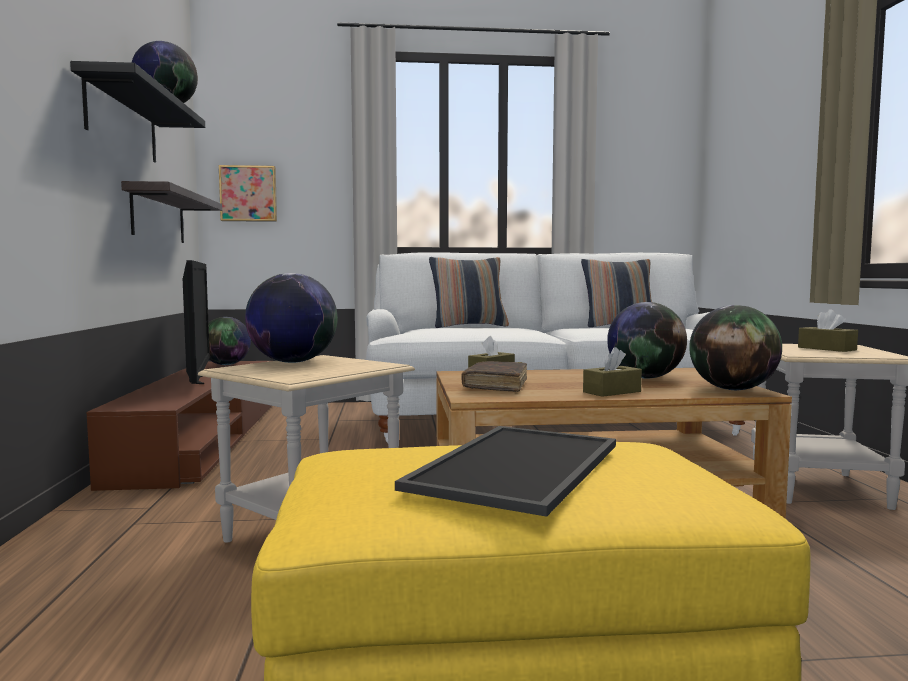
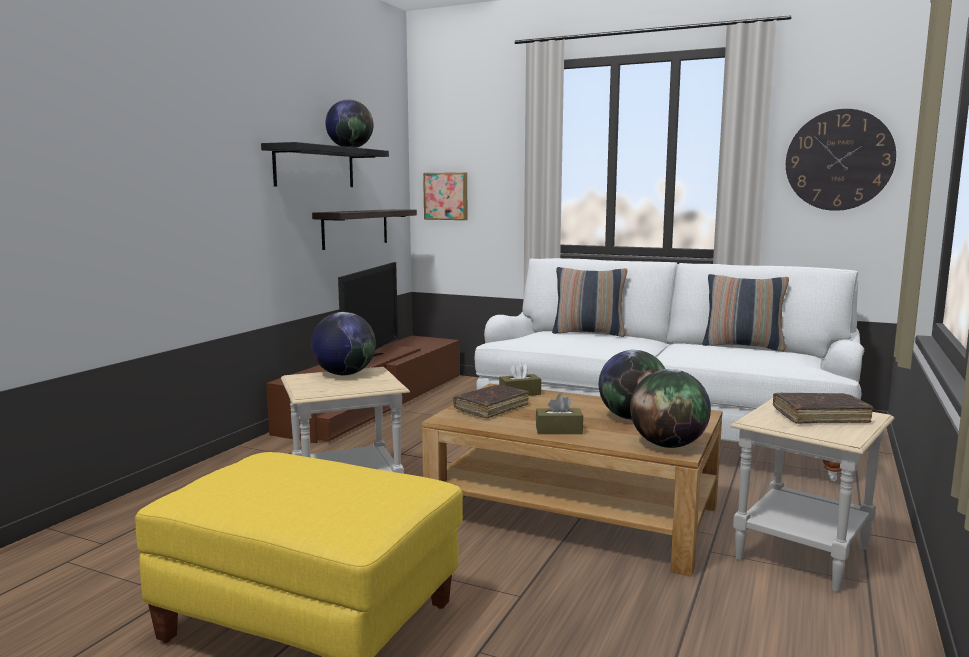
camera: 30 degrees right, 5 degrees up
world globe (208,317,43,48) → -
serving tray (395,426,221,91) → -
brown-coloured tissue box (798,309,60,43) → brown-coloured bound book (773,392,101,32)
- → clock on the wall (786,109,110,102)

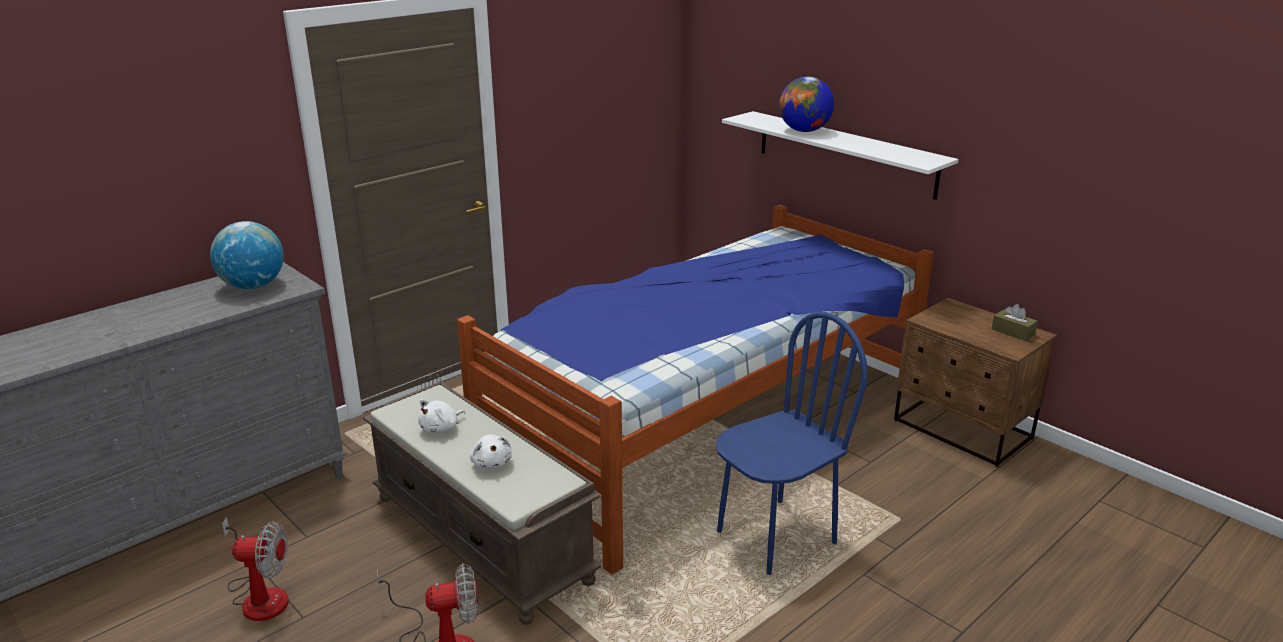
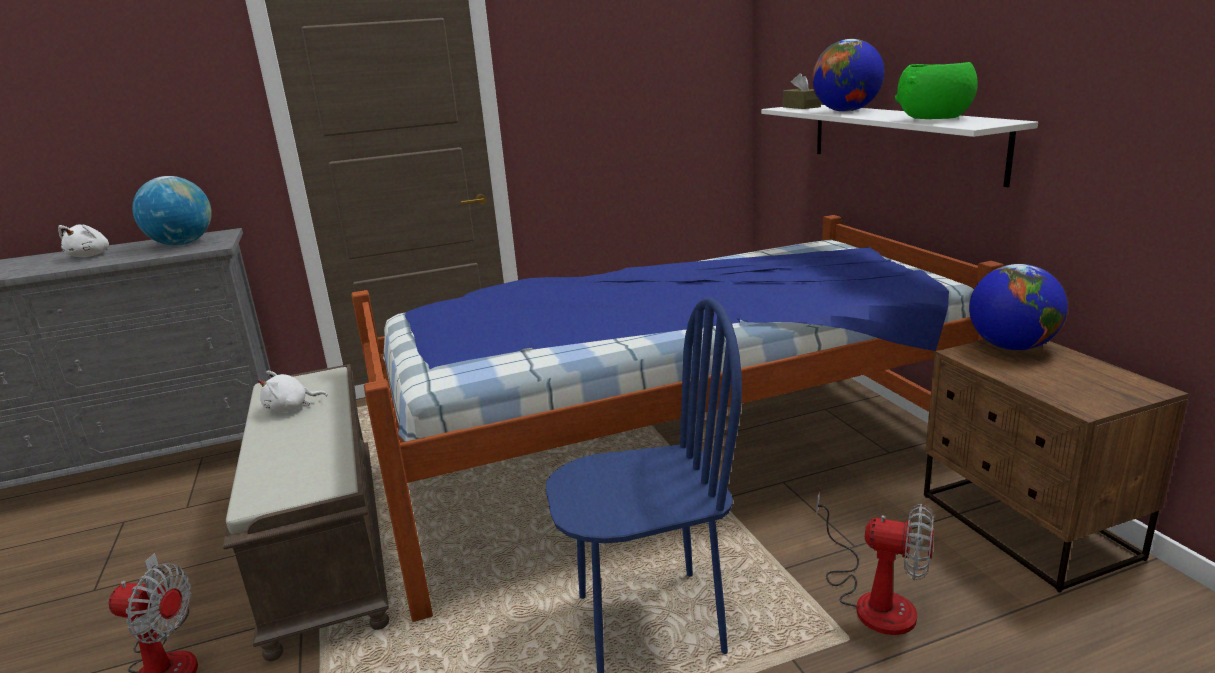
camera: 25 degrees right, 5 degrees down
fan (222,517,67,104) → fan (816,492,118,143), relocated
white plush toy (470,434,42,35) → white plush toy (58,224,51,33), relocated
brown-coloured tissue box (992,304,46,37) → brown-coloured tissue box (783,73,38,36), relocated
- → green serving bowl (895,62,83,57)
- → world globe (969,264,99,86)

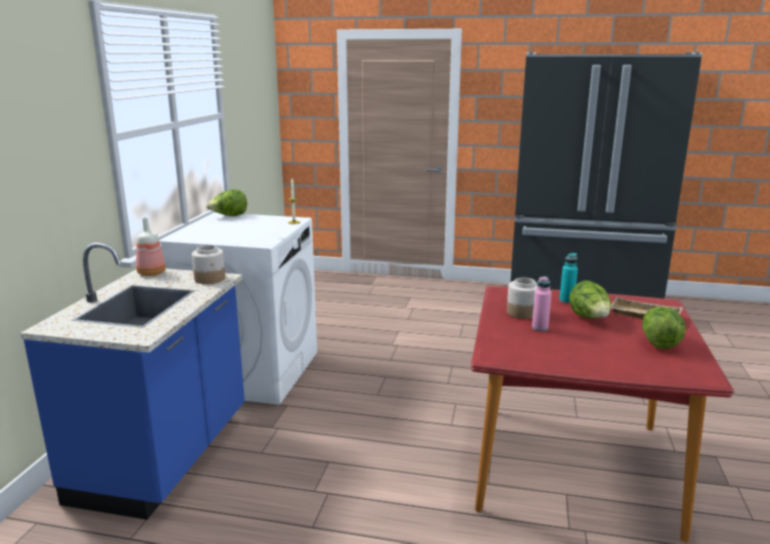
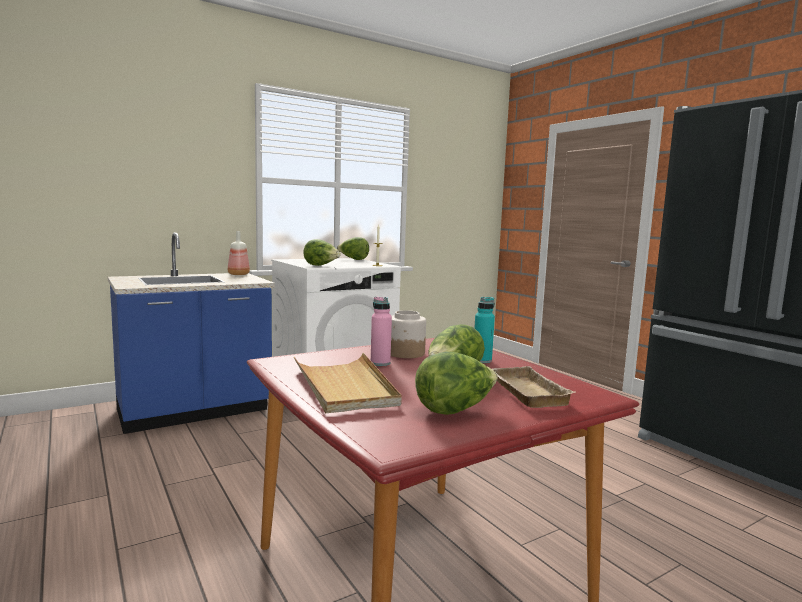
camera: 45 degrees right, 10 degrees down
preserve jar (192,245,33,39) → -
- → beige serving tray (294,353,108,60)
- → lettuce head (303,239,38,27)

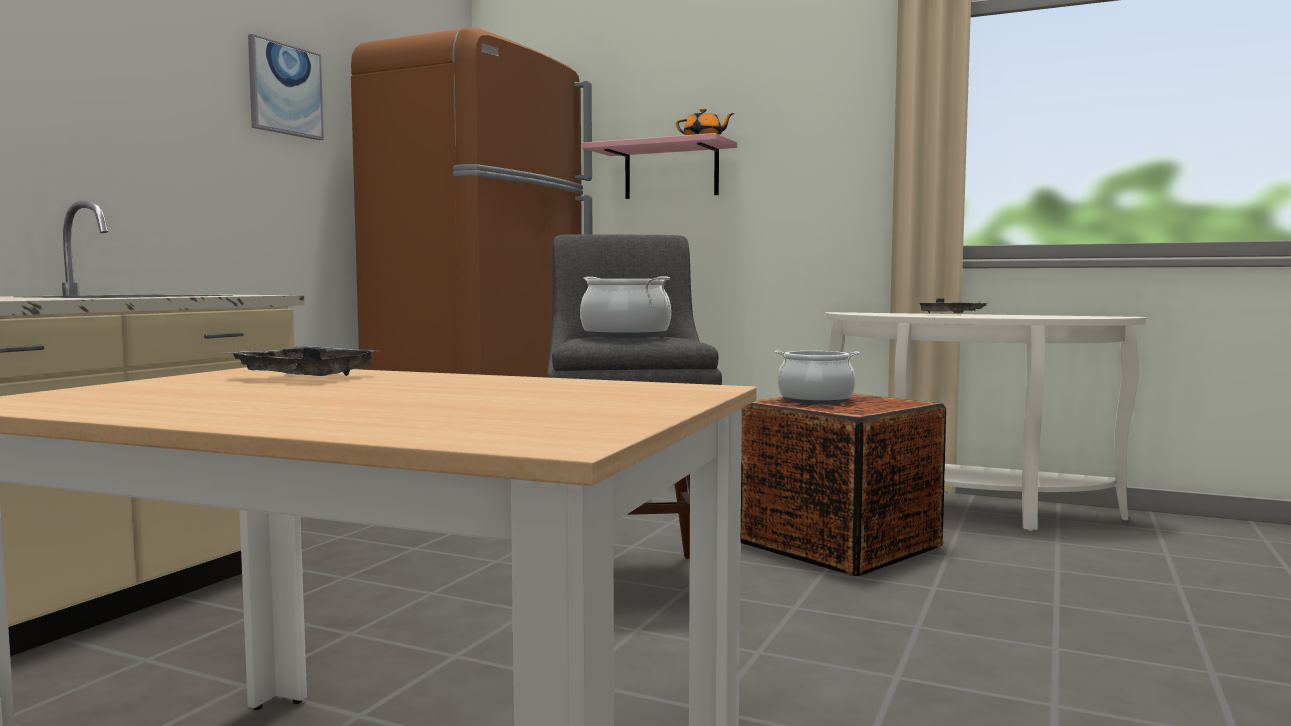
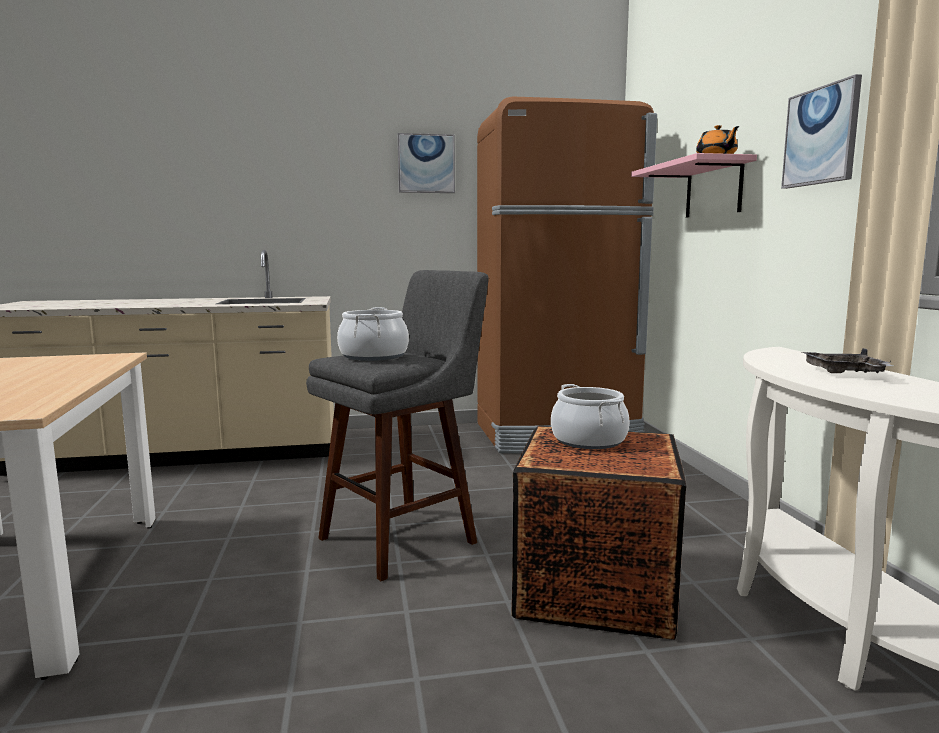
camera: 55 degrees right, 5 degrees up
greyish serving tray (227,346,151,30) → -
- → wall picture (781,74,81,115)

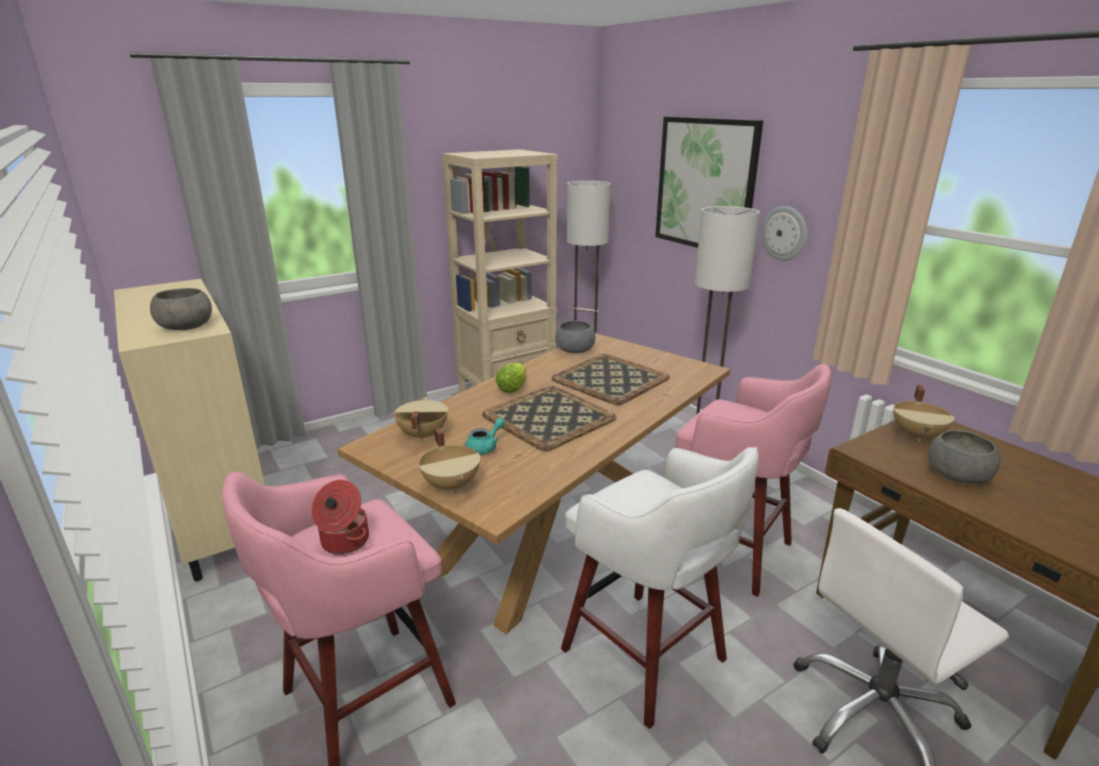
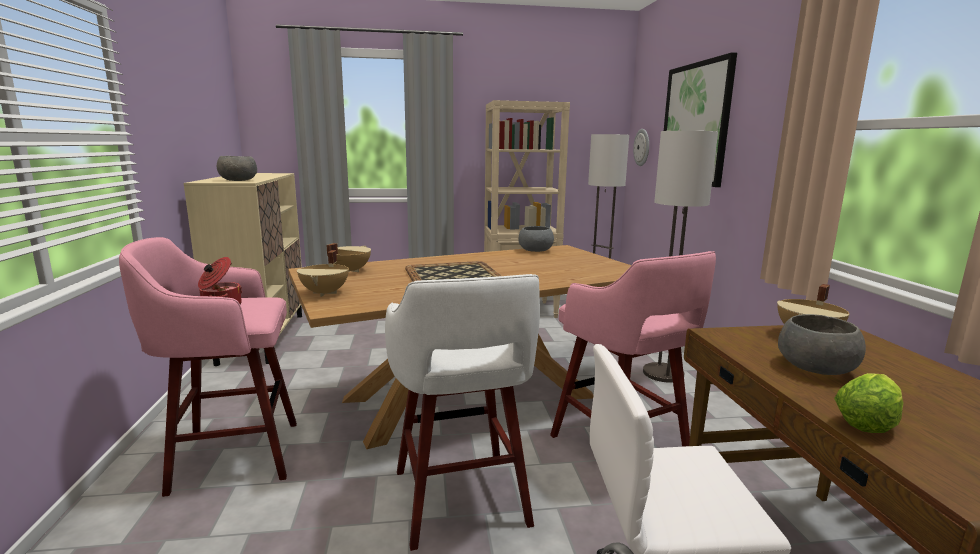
camera: 25 degrees right, 10 degrees down
blue-green teapot (465,418,40,37) → -
lettuce head (496,362,30,31) → lettuce head (834,373,70,60), relocated
serving tray (552,354,118,51) → -
clock on the wall (762,206,45,55) → clock on the wall (633,129,16,37), relocated

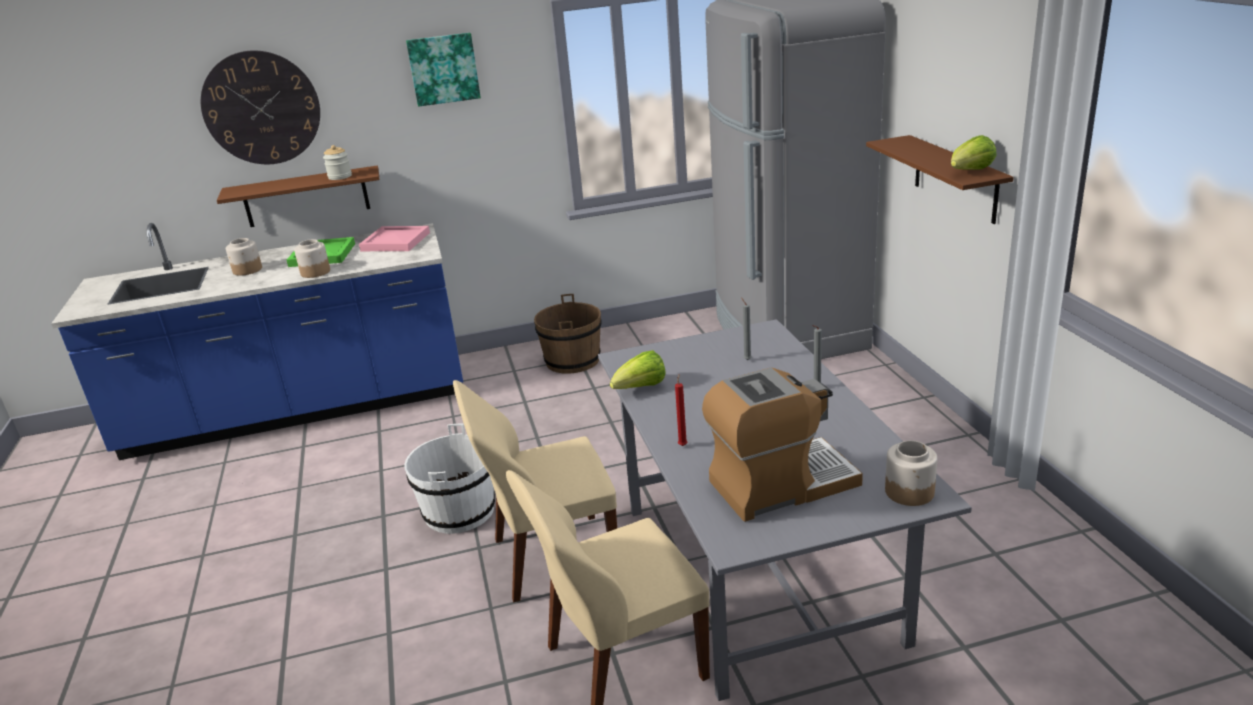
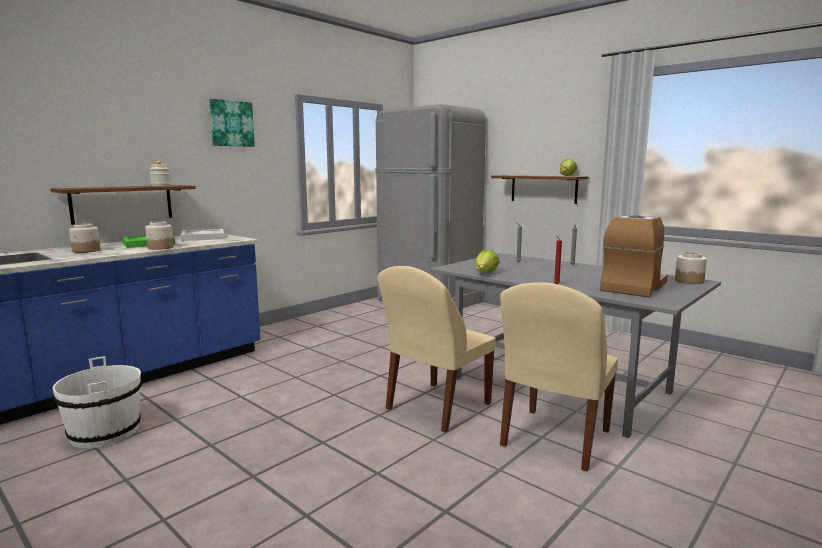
camera: 35 degrees left, 15 degrees down
clock on the wall (201,50,119,115) → -
pink serving tray (359,226,71,25) → white serving tray (180,229,44,12)
white water bucket (404,424,91,110) → white water bucket (53,356,89,92), relocated
brown-coloured water bucket (534,294,67,80) → -

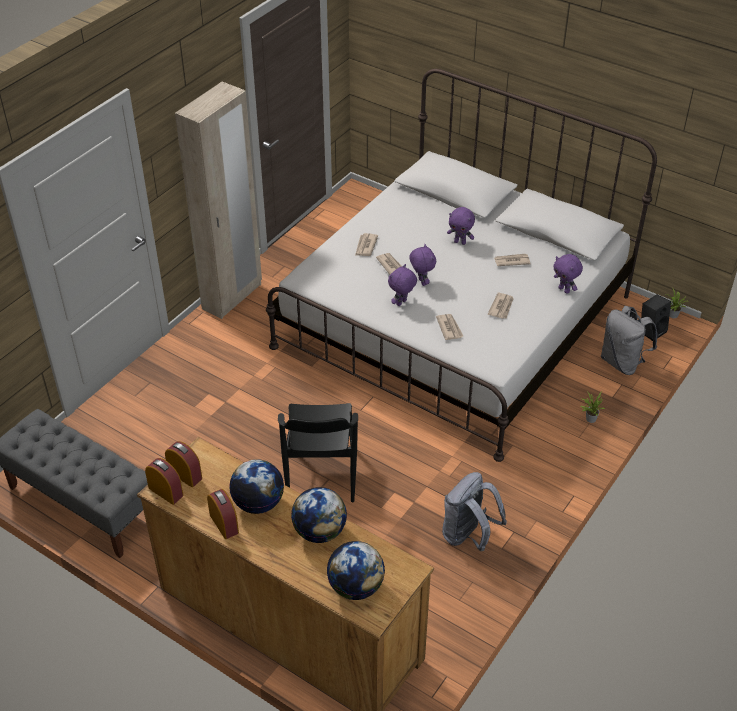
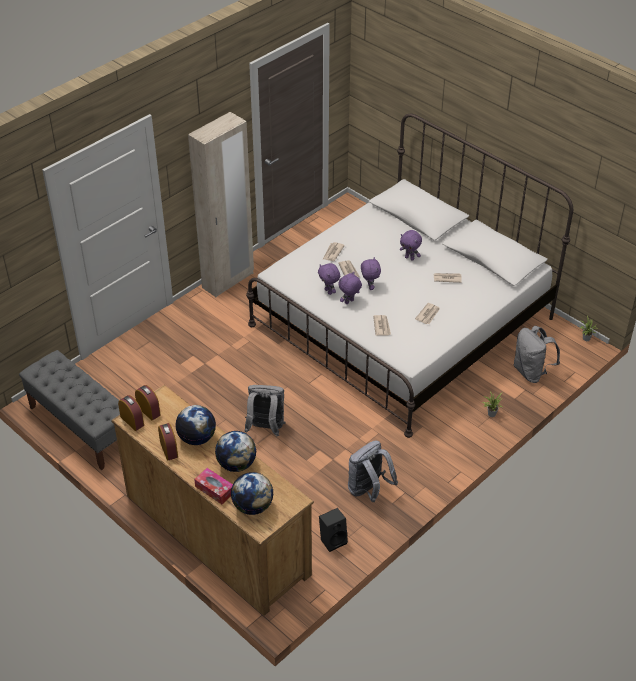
camera: 10 degrees right, 0 degrees up
black chair (278,403,80,99) → greyish knapsack (245,385,41,52)
purplish plush toy (553,254,30,40) → purplish plush toy (318,263,22,32), relocated
black loudspeaker (641,294,30,47) → black loudspeaker (319,508,29,44), relocated
- → tissue box (194,468,39,36)

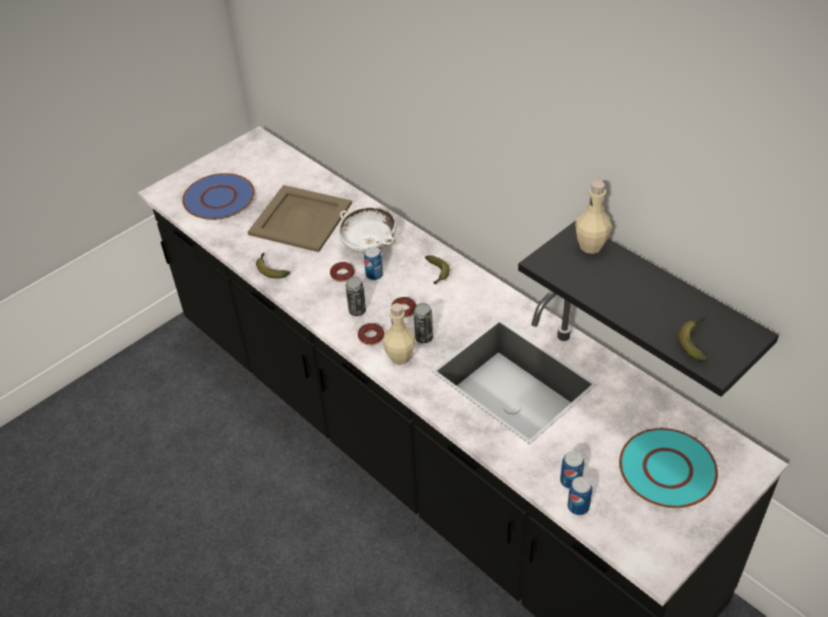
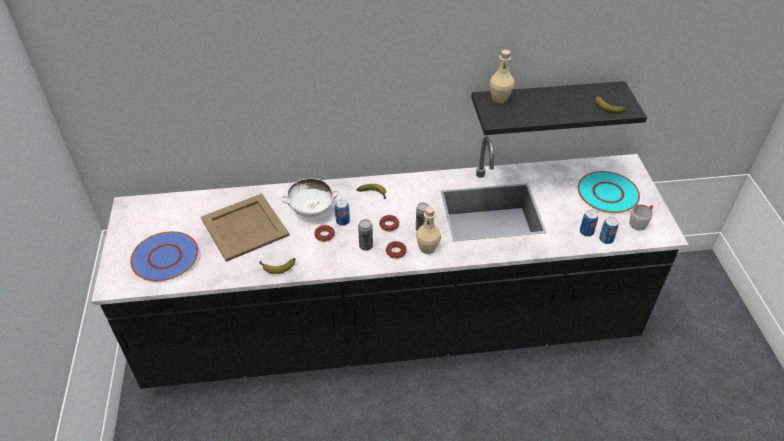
camera: 55 degrees left, 0 degrees up
- → greyish coffee mug (629,204,24,27)

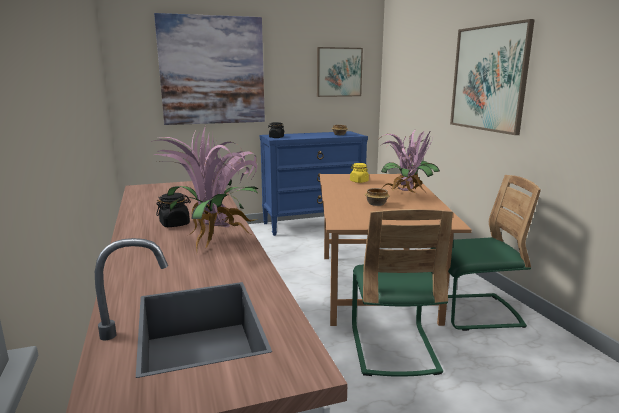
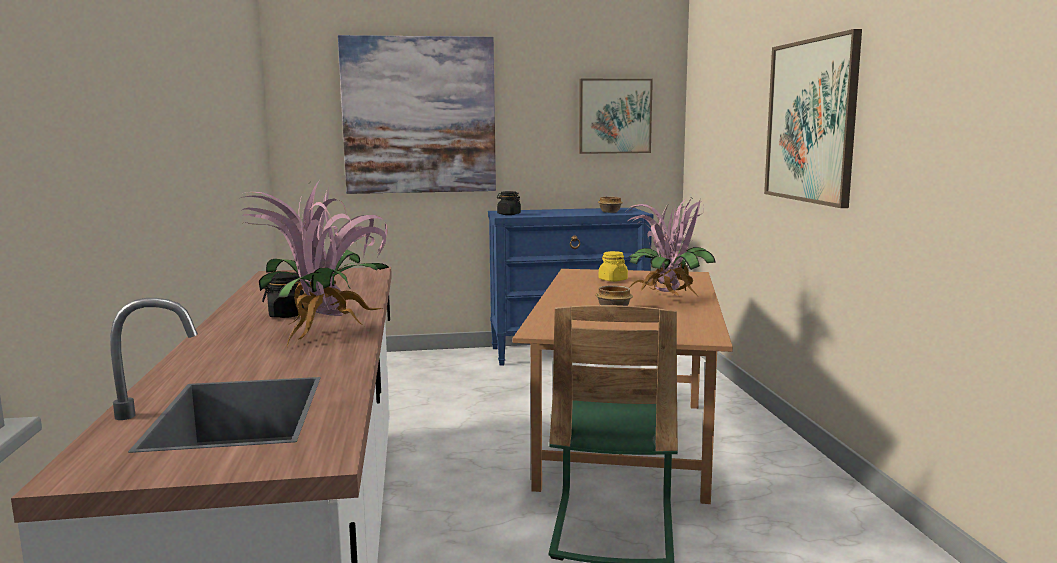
camera: 10 degrees right, 5 degrees down
green chair (431,175,110,156) → -

